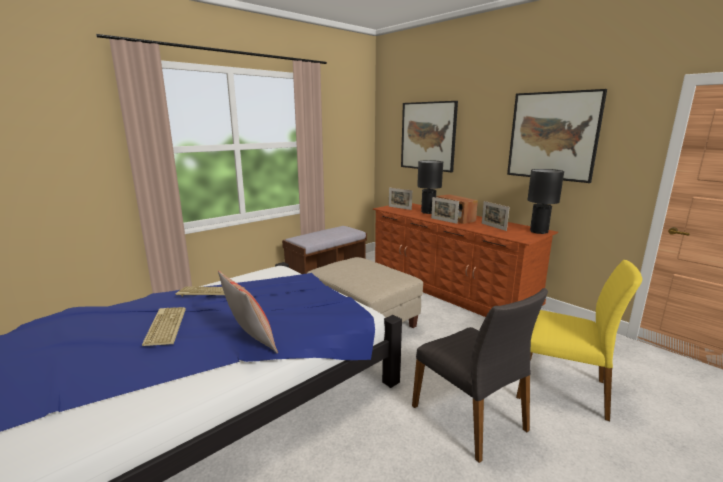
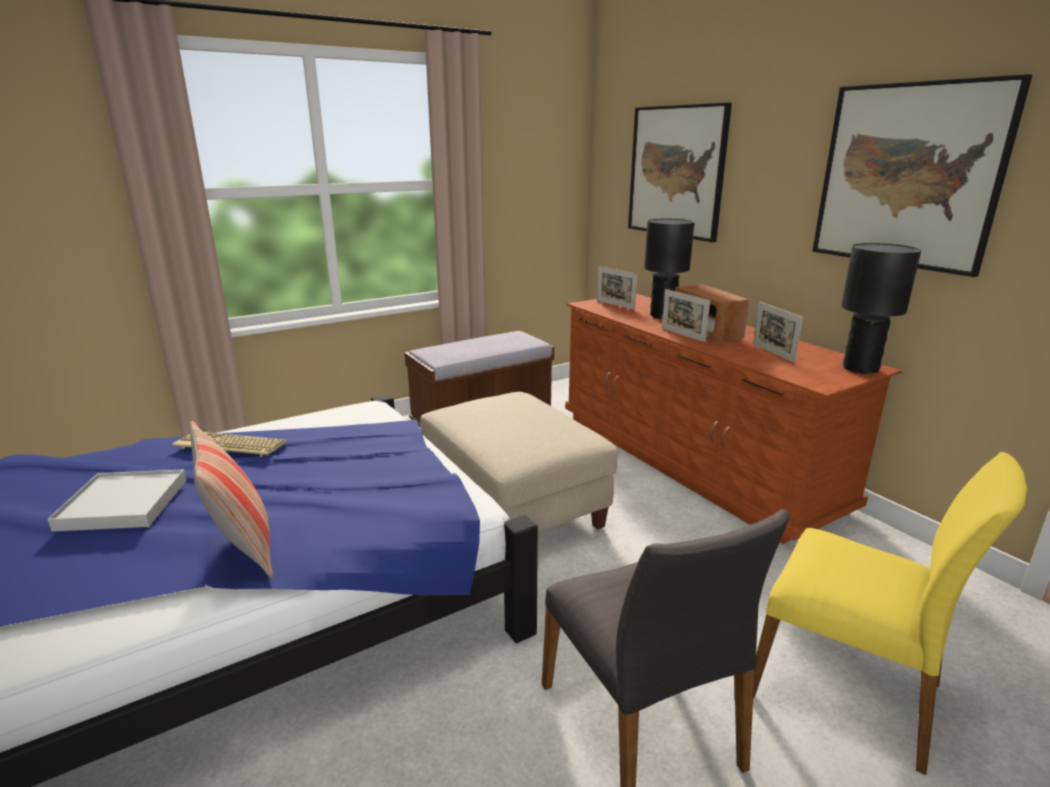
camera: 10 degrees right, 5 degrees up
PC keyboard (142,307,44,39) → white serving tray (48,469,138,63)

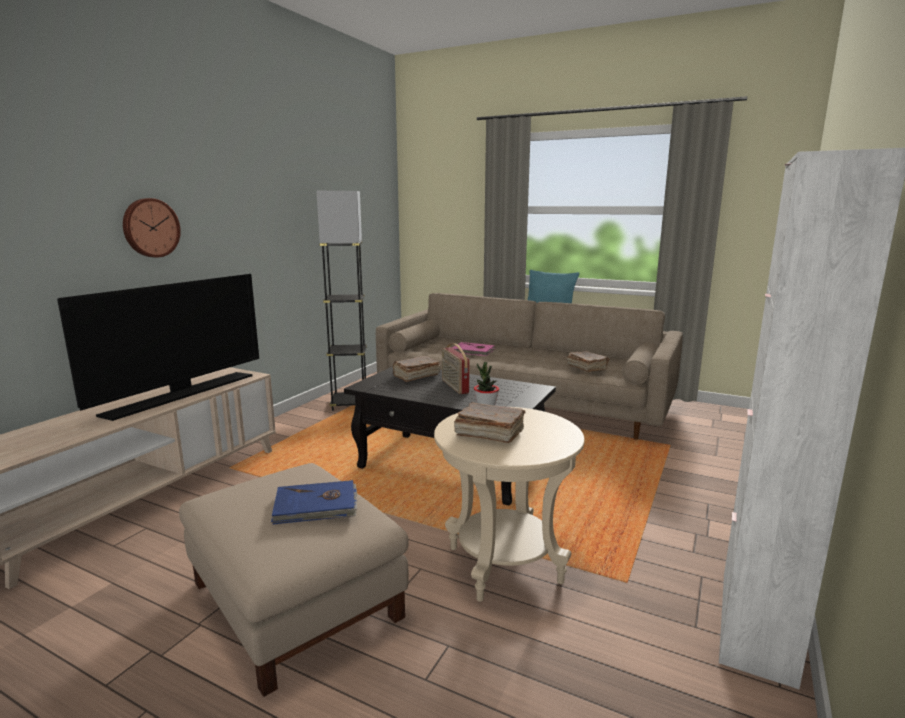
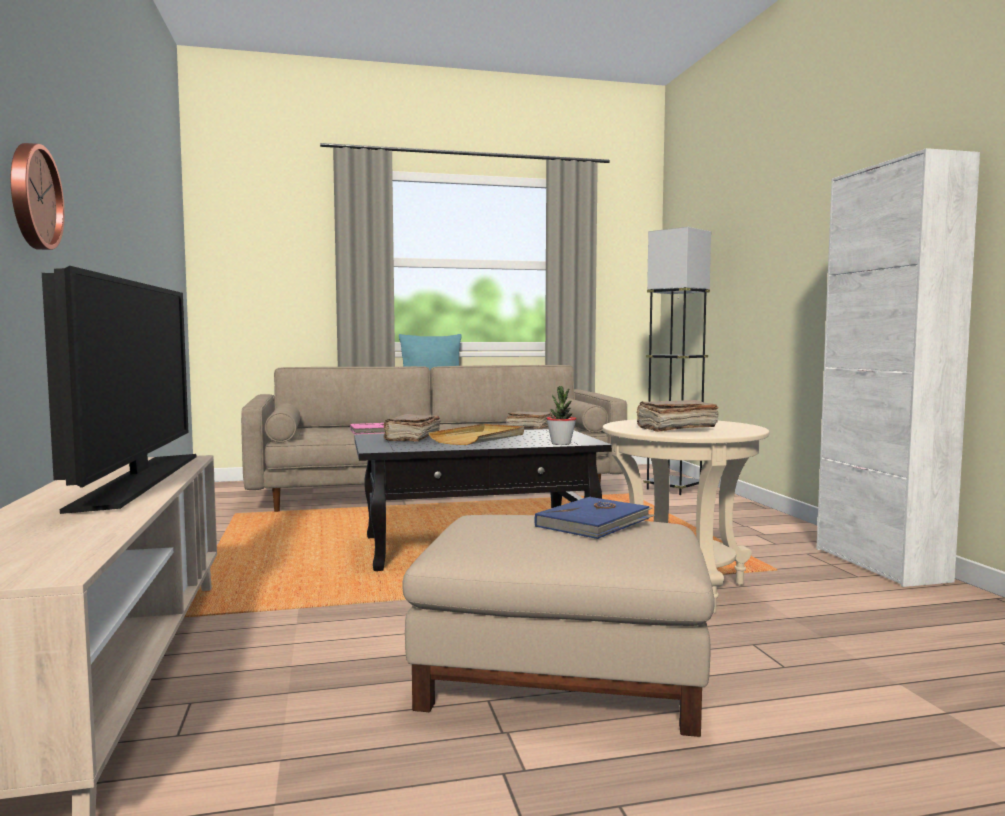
camera: 40 degrees left, 10 degrees down
greyish floor lamp (316,191,51,220) → greyish floor lamp (644,227,67,268), relocated
radio receiver (442,343,28,51) → beige serving tray (428,424,96,21)

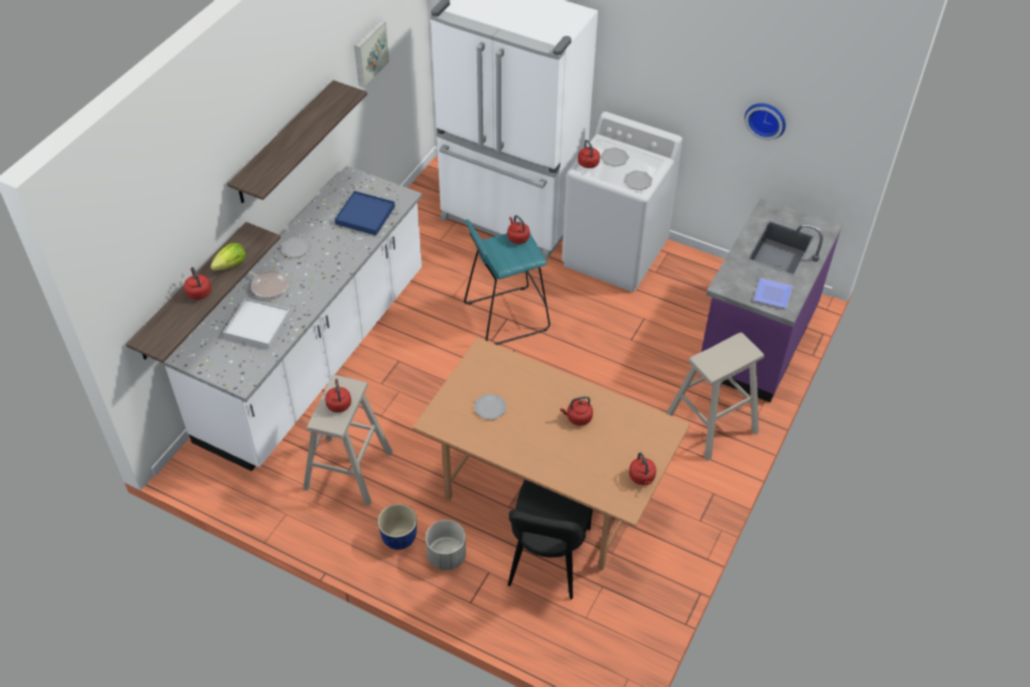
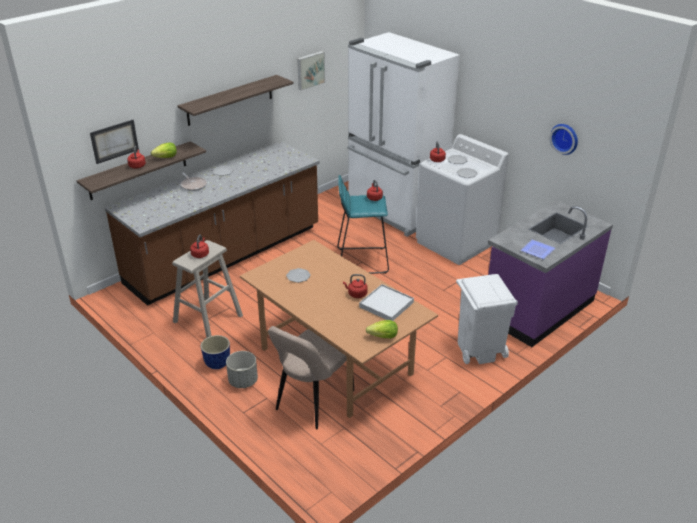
camera: 20 degrees right, 15 degrees down
white counter (163,166,259,305) → brown-coloured counter (104,141,216,165)
white serving tray (223,298,67,51) → white serving tray (359,284,55,37), relocated
blue serving tray (335,191,60,44) → -
black chair (508,480,85,119) → beige chair (268,326,86,103)
reddish kettle (629,452,27,33) → lettuce head (366,320,32,19)
beige sitting stool (666,332,98,129) → white trash can (456,274,62,90)
- → wall picture (90,120,49,44)

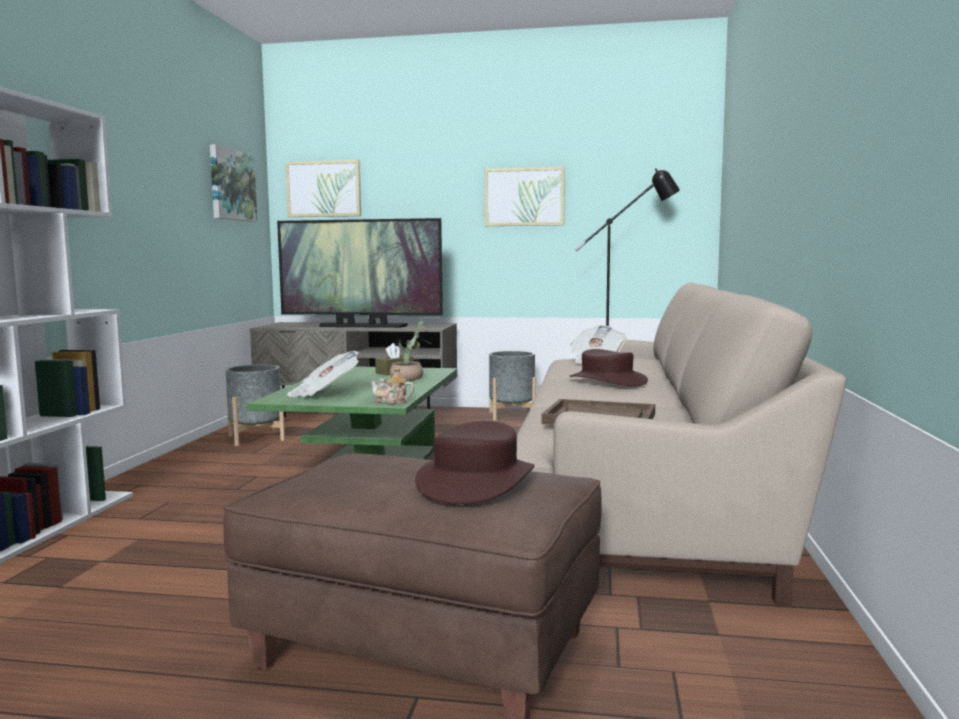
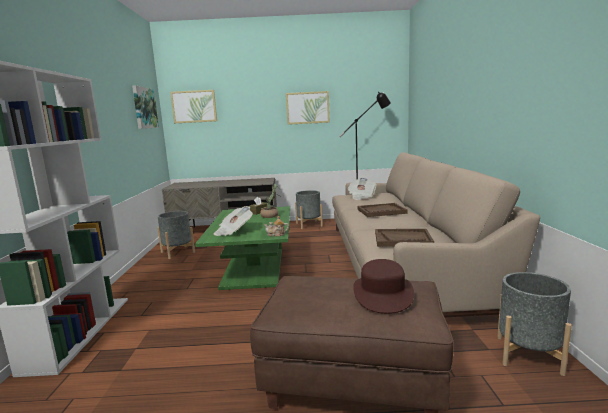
camera: 10 degrees left, 5 degrees up
television (277,218,166,110) → -
brown-coloured wearable hat (569,349,79,37) → brown-coloured serving tray (358,203,50,14)
- → greyish plant pot (497,272,75,104)

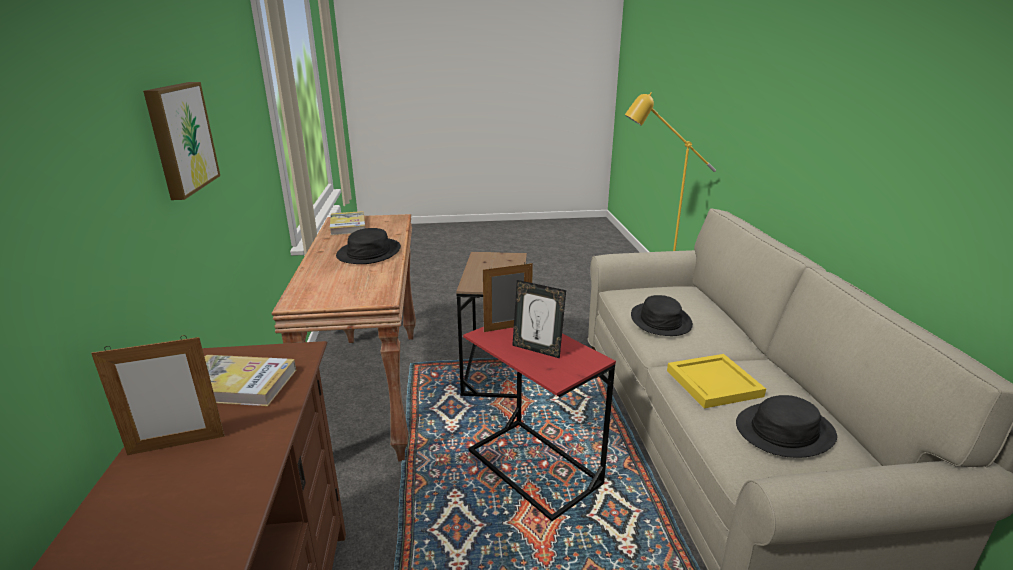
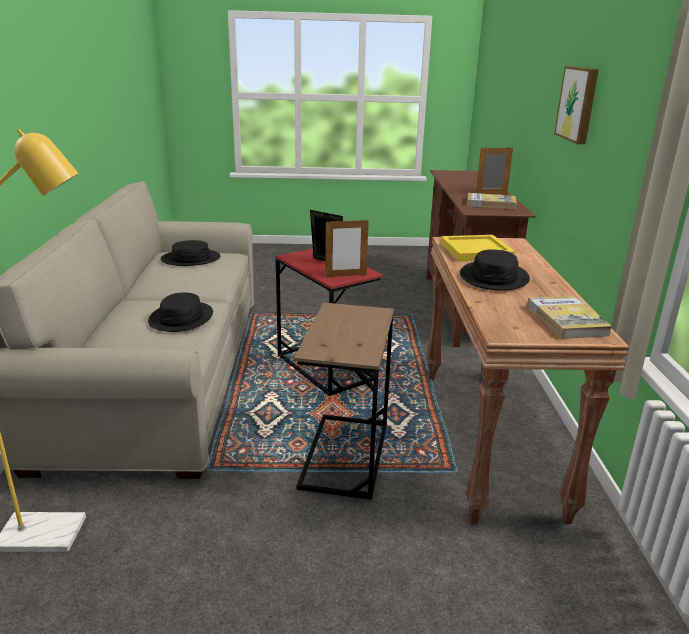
camera: 175 degrees left, 0 degrees up
yellow-coloured serving tray (667,354,99,54) → yellow-coloured serving tray (440,235,75,27), relocated

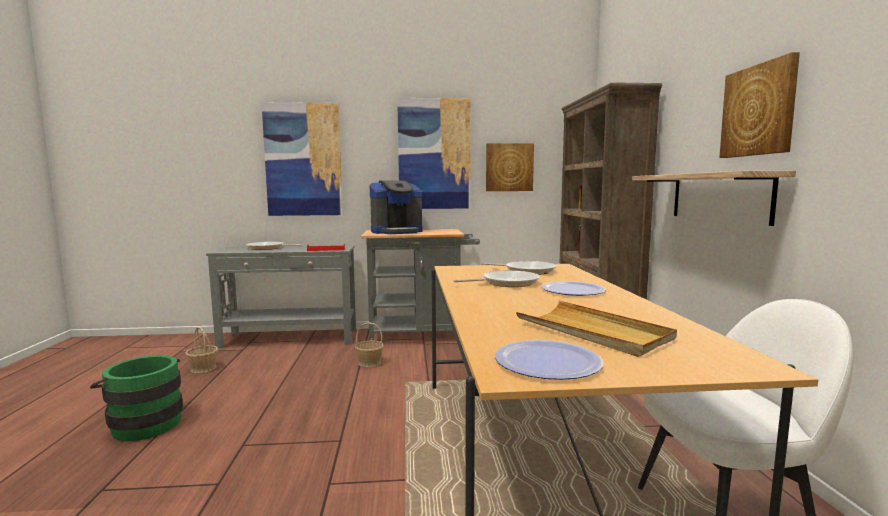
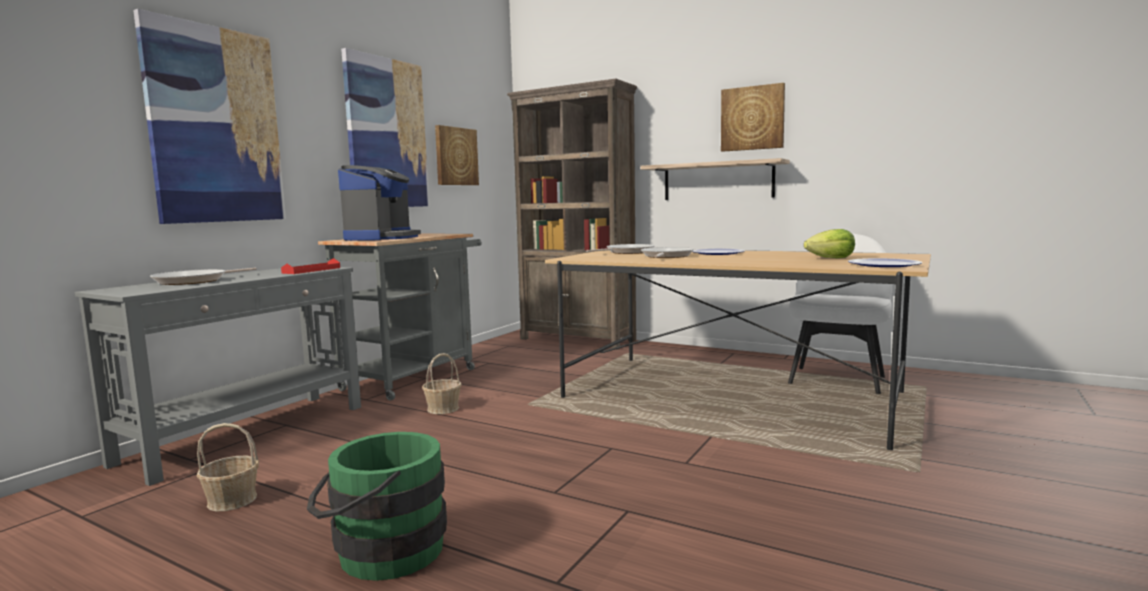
camera: 55 degrees left, 0 degrees up
beige serving tray (516,301,161,56) → lettuce head (804,229,51,29)

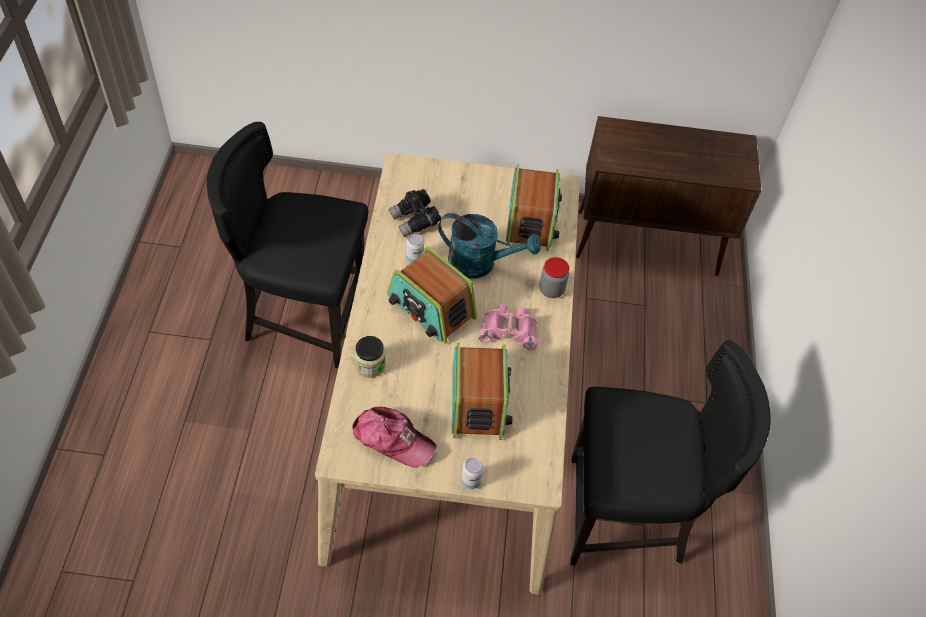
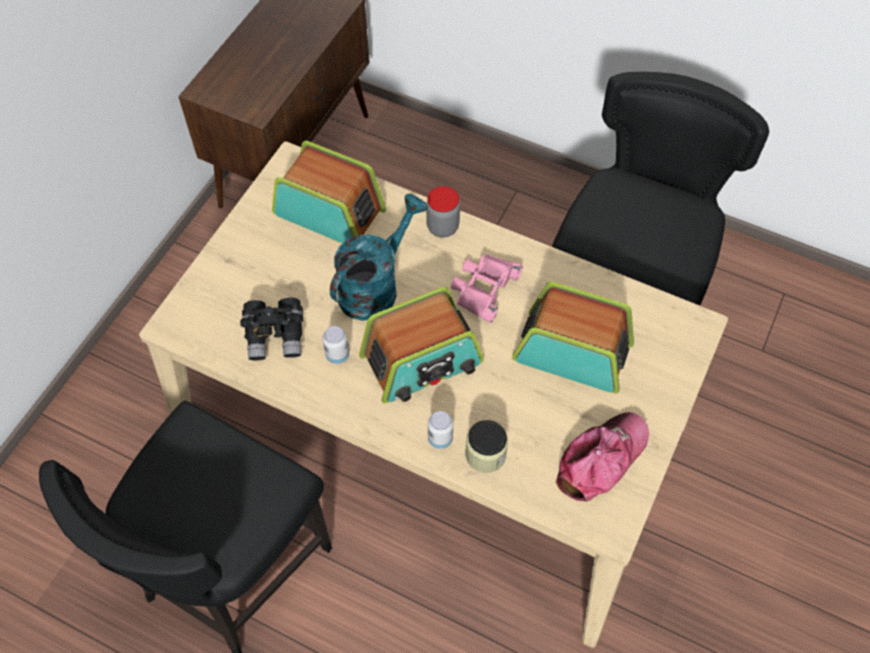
camera: 65 degrees left, 5 degrees up
can (461,458,22,31) → can (428,411,25,38), relocated

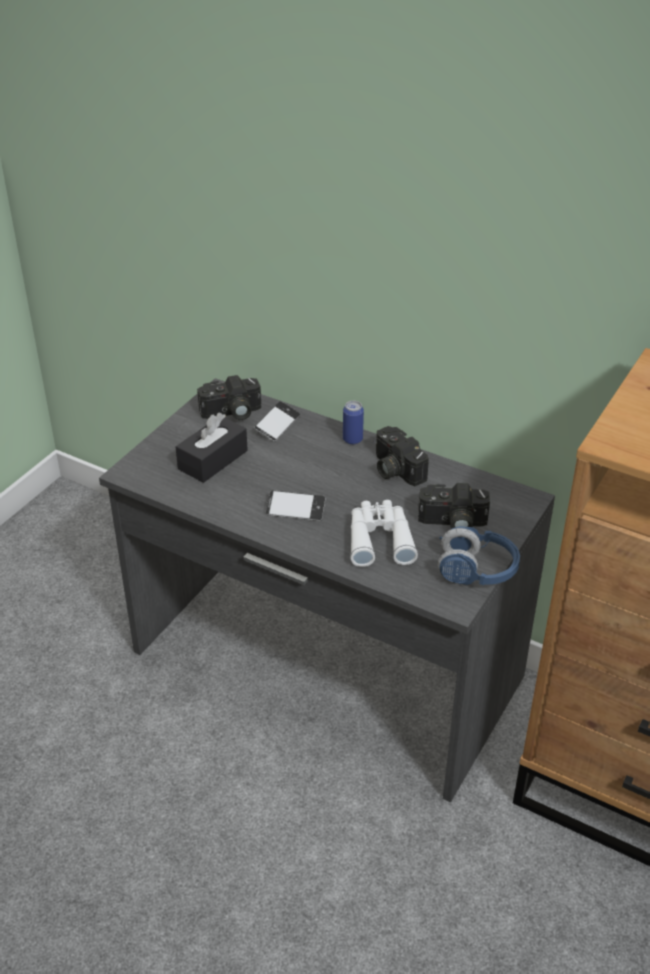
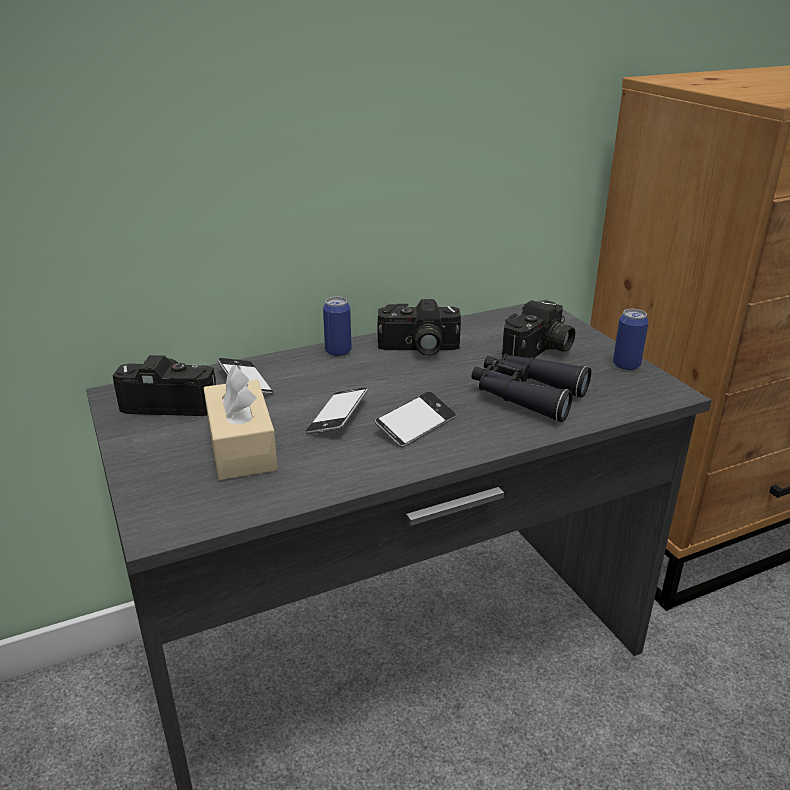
camera: 55 degrees left, 10 degrees down
black tissue box (176,413,72,70) → beige tissue box (204,365,74,115)
photo camera (197,375,64,45) → photo camera (112,355,104,61), 105 degrees counterclockwise
white binoculars (350,500,68,67) → black binoculars (472,354,119,68)
blue headphones (437,526,83,59) → can (613,309,36,62)
- → handset (306,387,62,47)

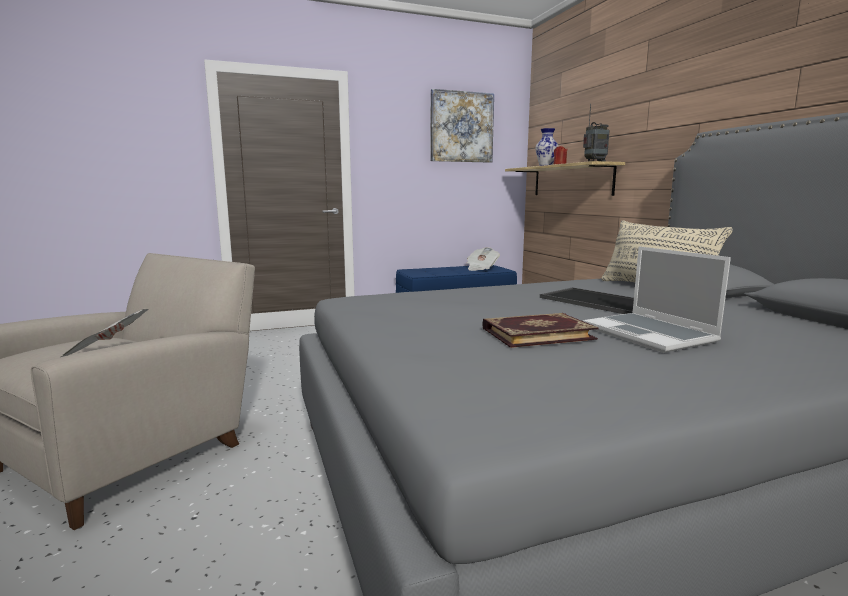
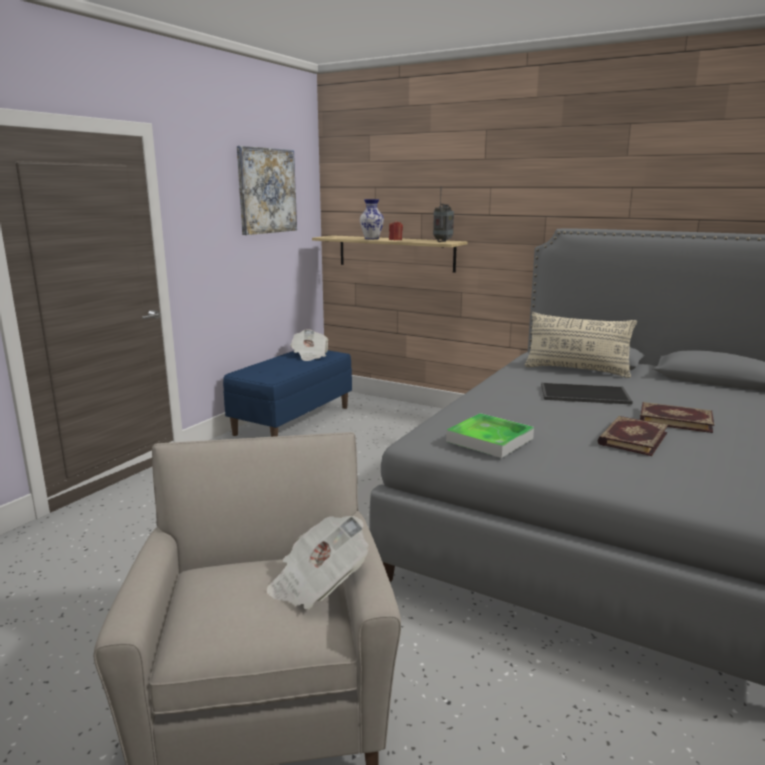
camera: 40 degrees left, 5 degrees up
laptop (583,246,148,107) → bound book (640,402,74,31)
- → serving tray (446,413,88,45)

